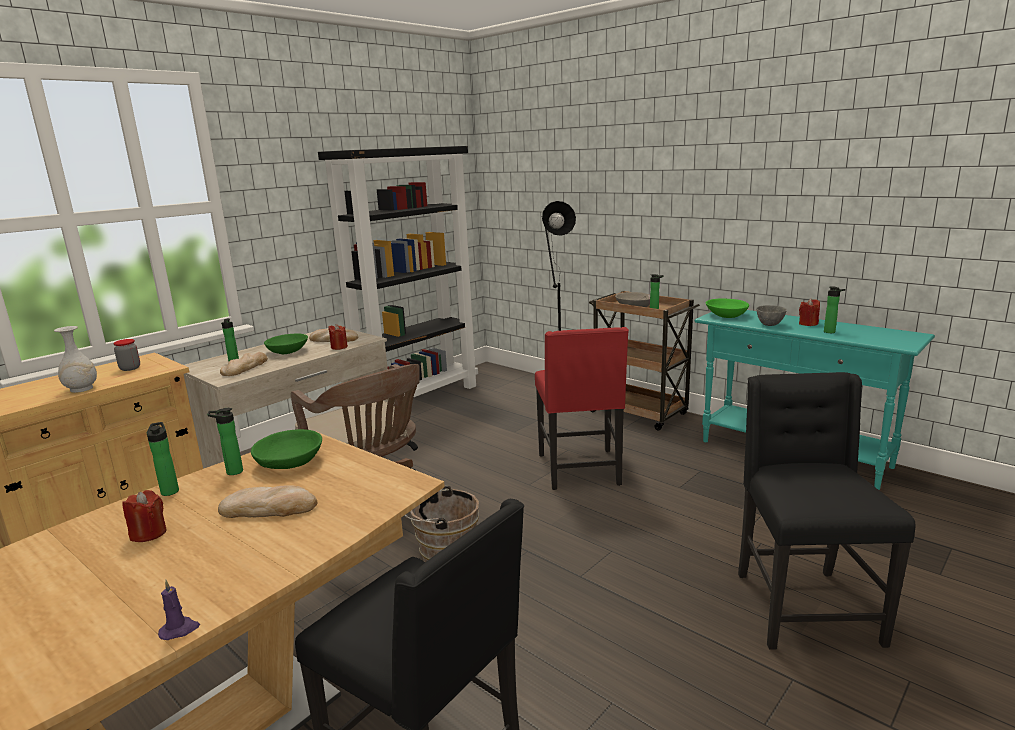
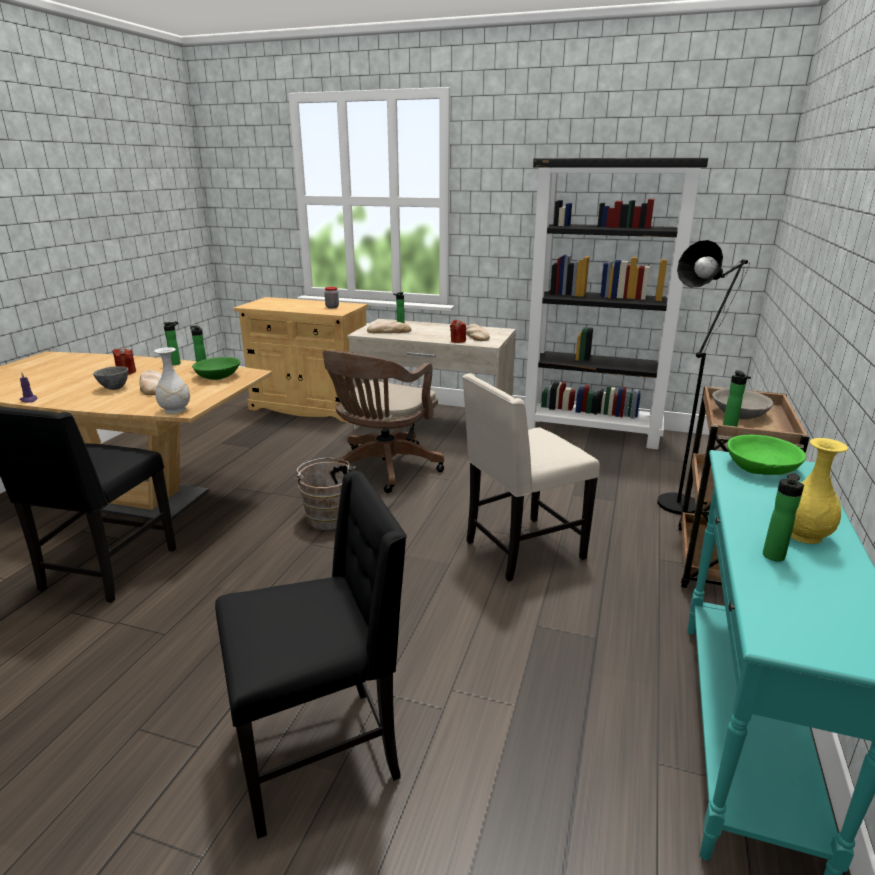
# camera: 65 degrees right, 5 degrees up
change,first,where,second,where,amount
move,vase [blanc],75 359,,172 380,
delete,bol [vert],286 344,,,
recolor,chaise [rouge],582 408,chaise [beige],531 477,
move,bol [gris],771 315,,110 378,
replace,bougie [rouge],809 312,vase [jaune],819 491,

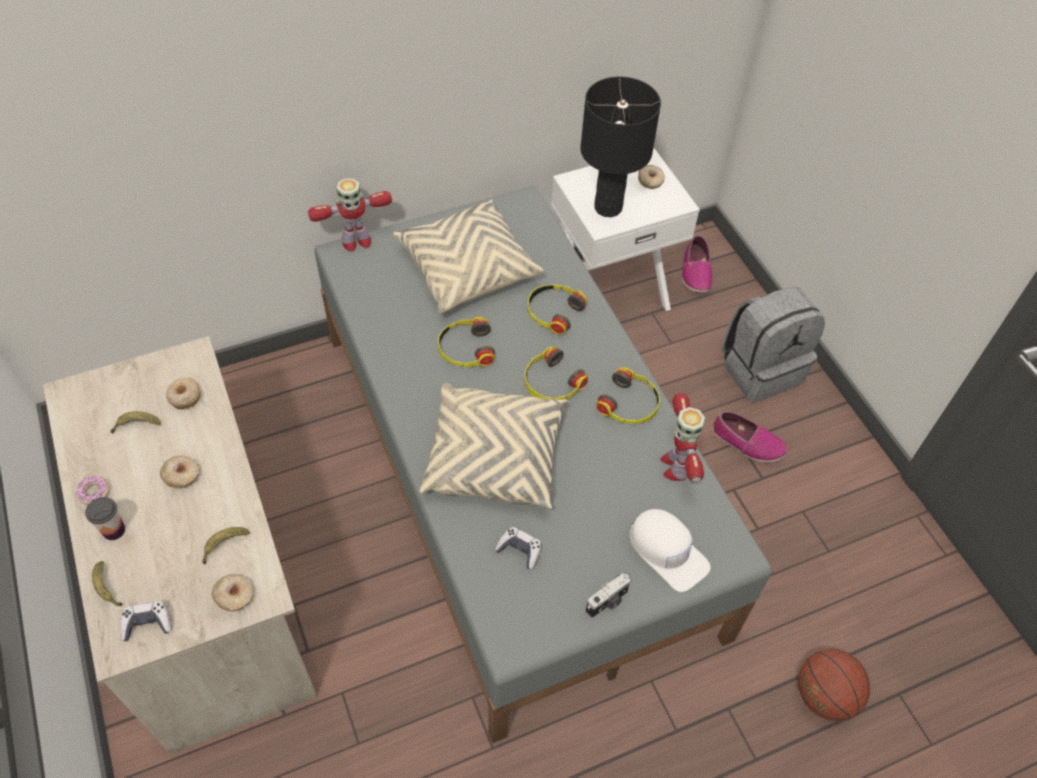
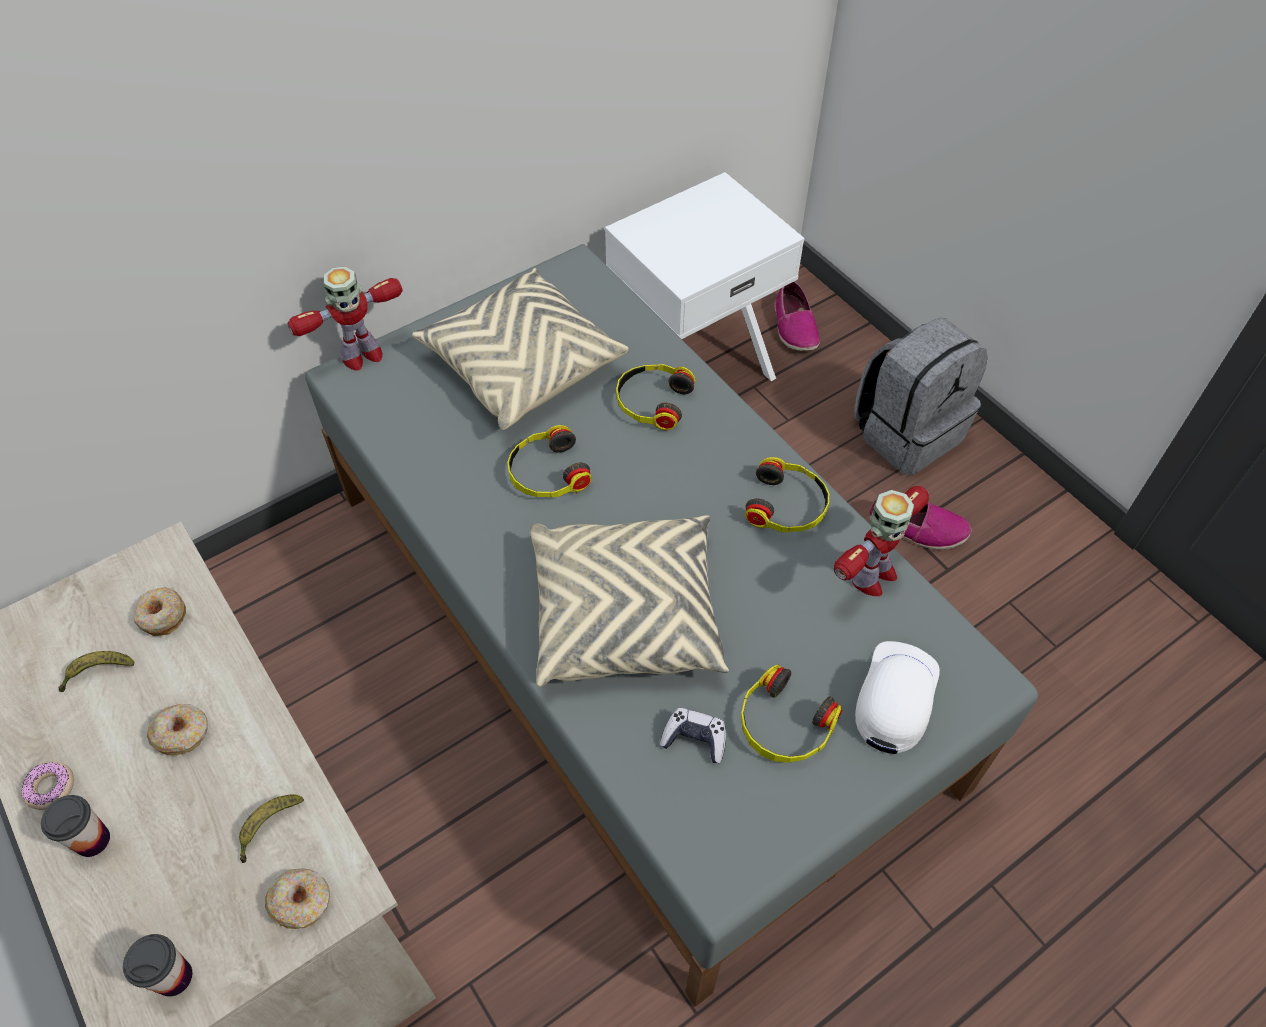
# camera: 10 degrees left, 0 degrees up
change,first,where,second,where,amount
delete,banane,107 583,,,
replace,manette,146 621,tasse,158 965,
move,casque audio,556 372,,791 714,
delete,lampe de table [noir],620 147,,,
delete,appareil photo,608 595,,,
rotate,casquette [blanc],670 550,,897 697,105 degrees counterclockwise
delete,beignet,651 177,,,
rotate,robot jouet,682 437,,881 541,120 degrees counterclockwise
delete,ballon de basket,834 685,,,

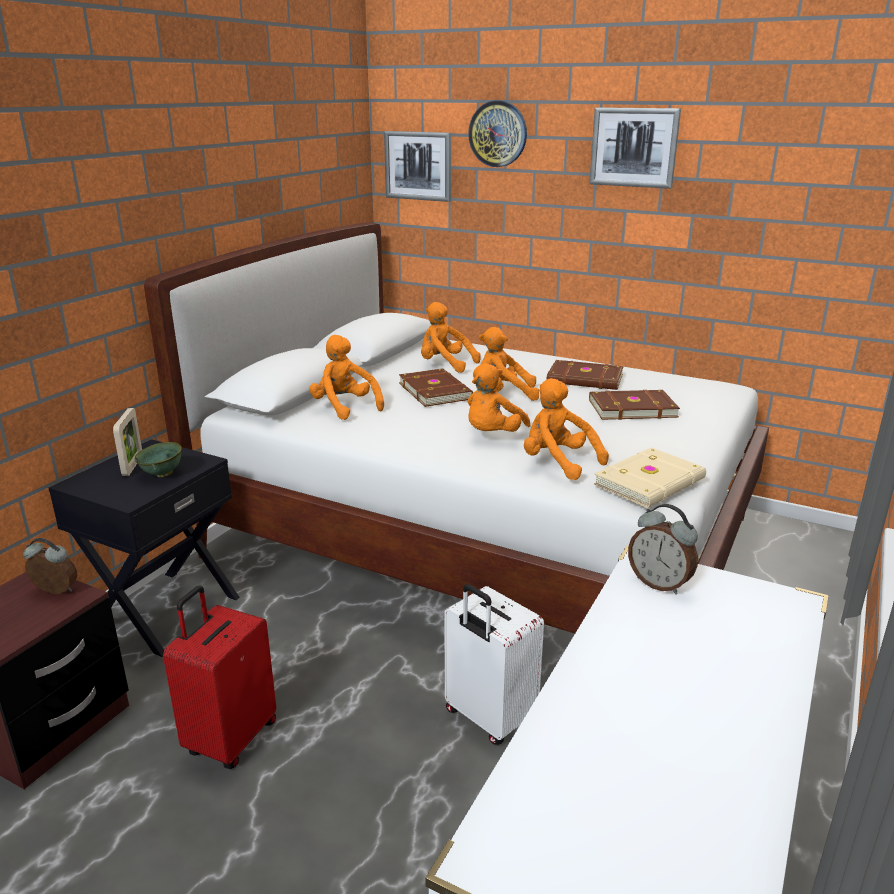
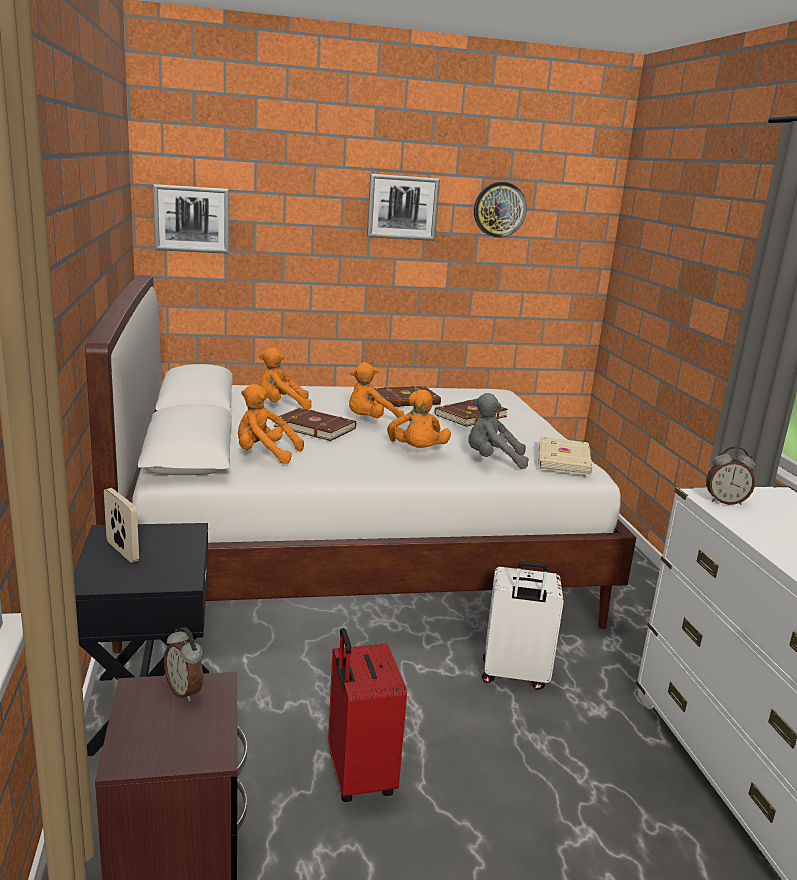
# camera: 40 degrees left, 5 degrees down
change,first,where,second,where,amount
rotate,réveil,50 566,,183 664,105 degrees counterclockwise
delete,bol [vert],158 459,,,
move,horloge murale,497 133,,500 210,
recolor,peluche [orange],566 429,peluche [gris],498 431,

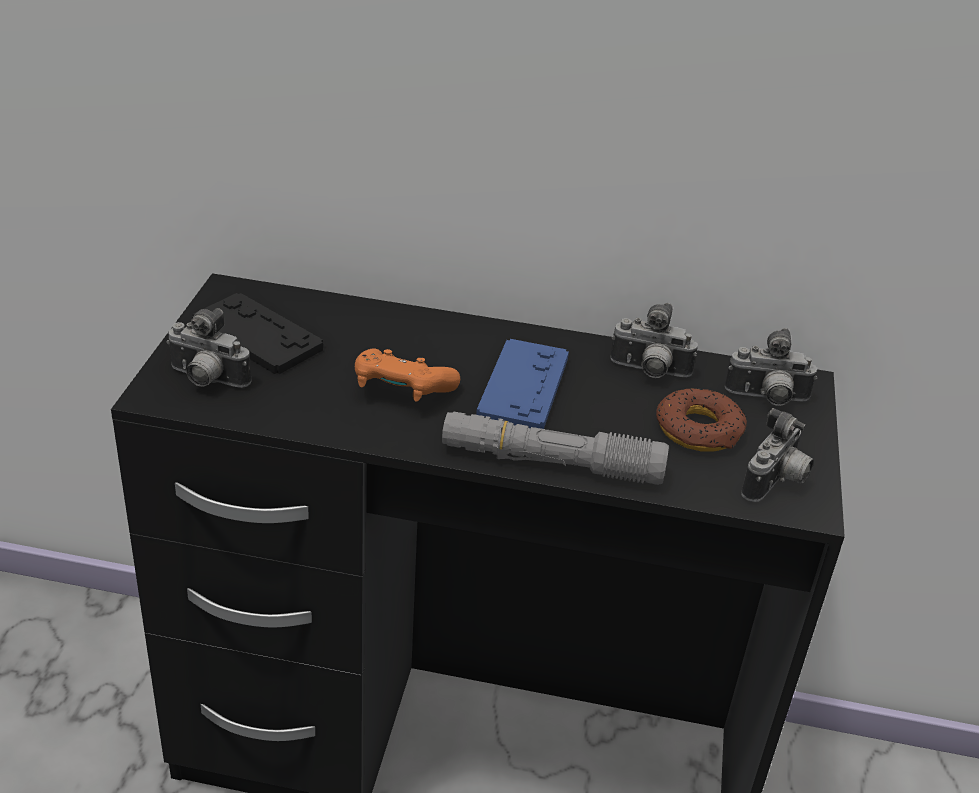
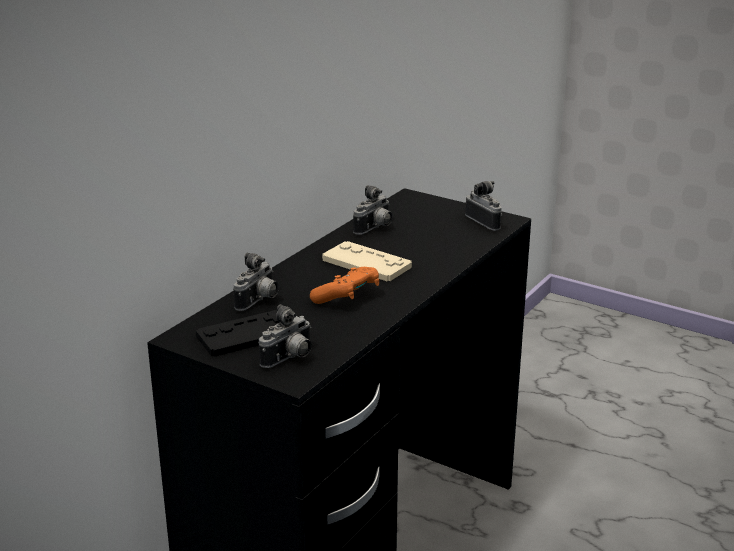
# camera: 65 degrees left, 10 degrees down
change,first,where,second,where,amount
delete,lampe de poche [gris],555 448,,,
recolor,manette [bleu],522 384,manette [beige],367 261,
delete,beignet,701 420,,,
move,appareil photo,771 367,,256 282,

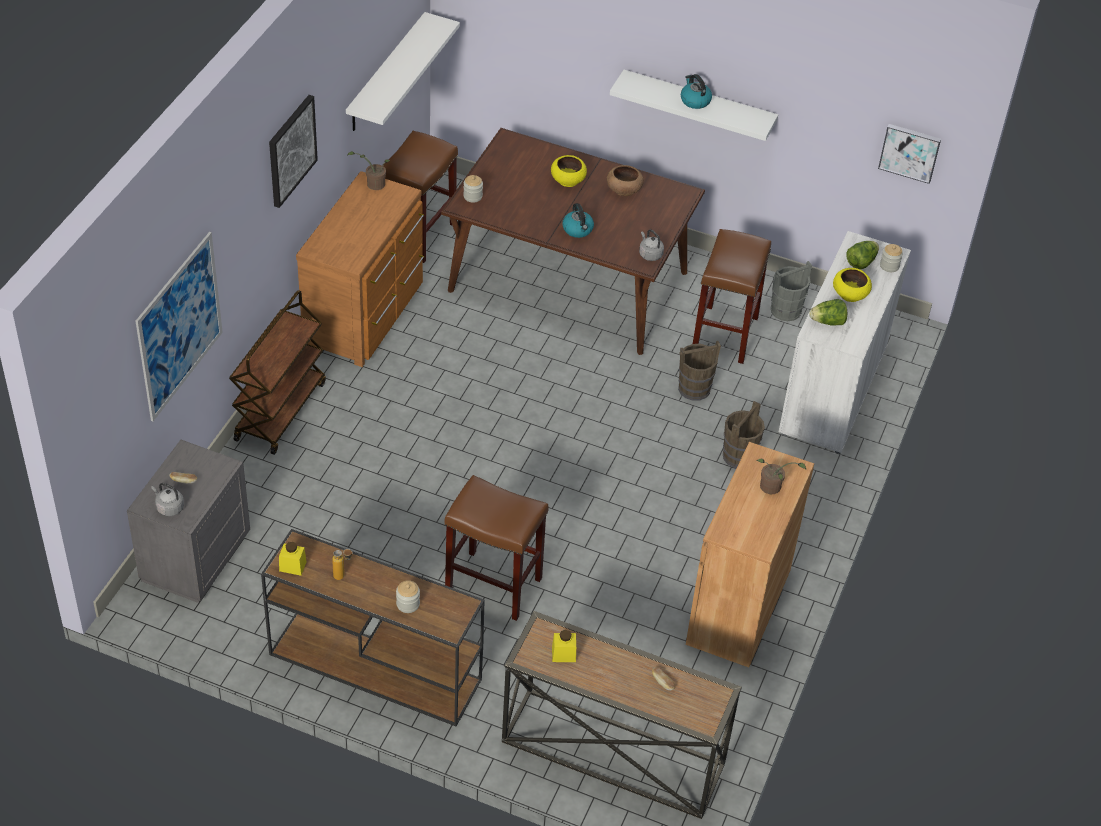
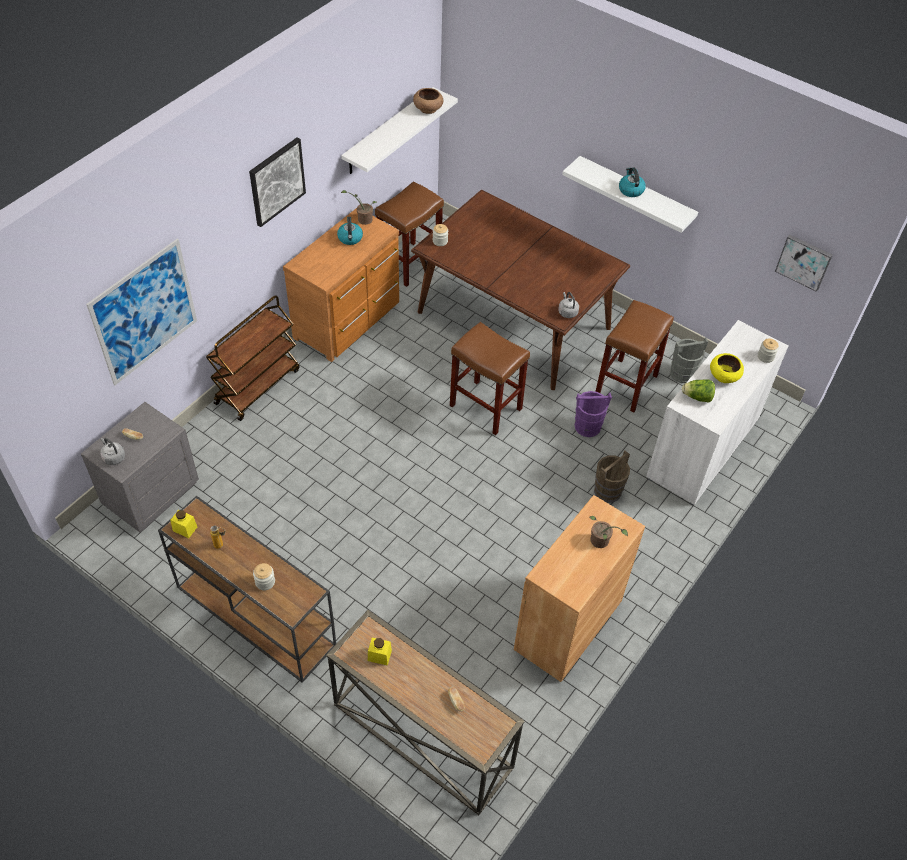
# camera: 15 degrees right, 5 degrees up
change,first,where,second,where,amount
move,tabouret [marron],497 548,,490 378,
delete,bol [jaune],569 171,,,
move,bouilloire,578 220,,350 231,
move,bol [marron],625 180,,428 101,
recolor,seau [marron],699 371,seau [violet],593 414,
delete,laitue,862 255,,,

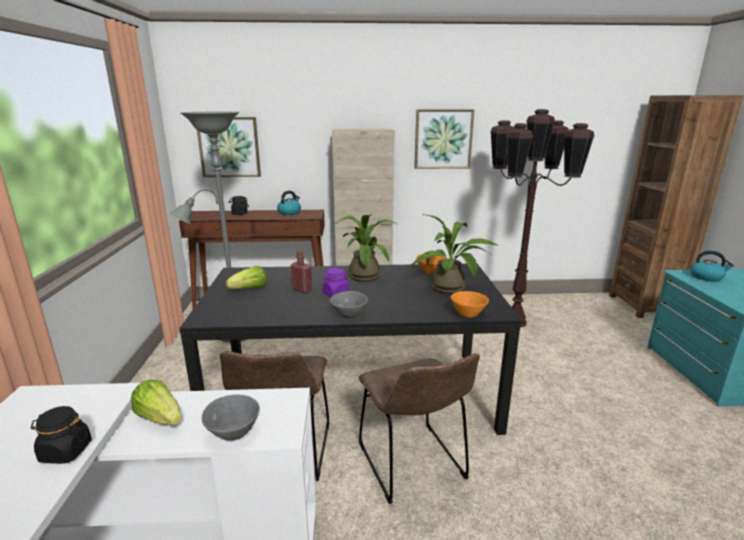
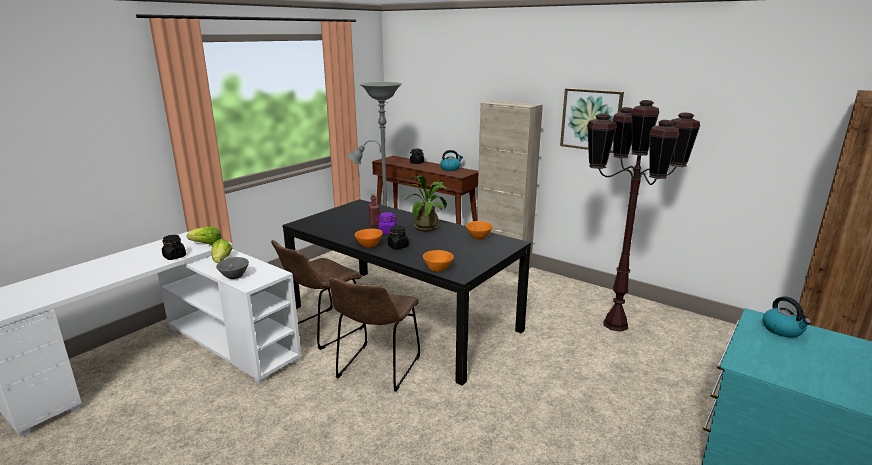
# camera: 40 degrees right, 0 degrees up
change,first,where,second,where,amount
delete,tableau,229 147,,,
move,laitue,246 277,,204 236,
recolor,bol [gris],349 304,bol [orange],369 238,
delete,plante en pot,455 254,,,
insert,,,bocal [noir],398 237,

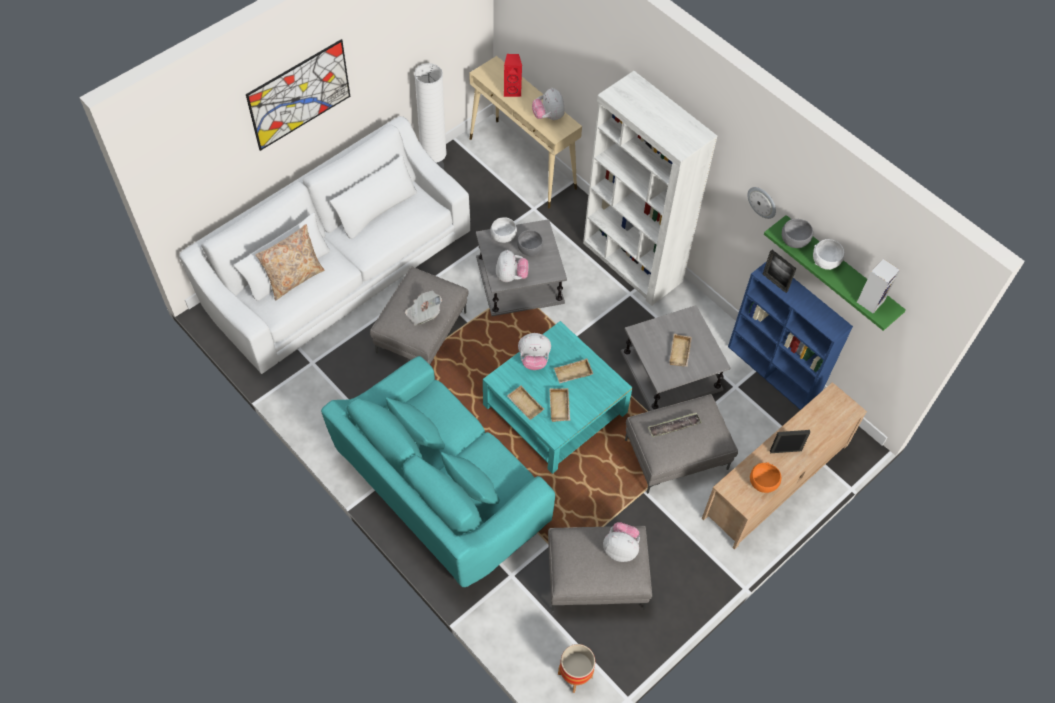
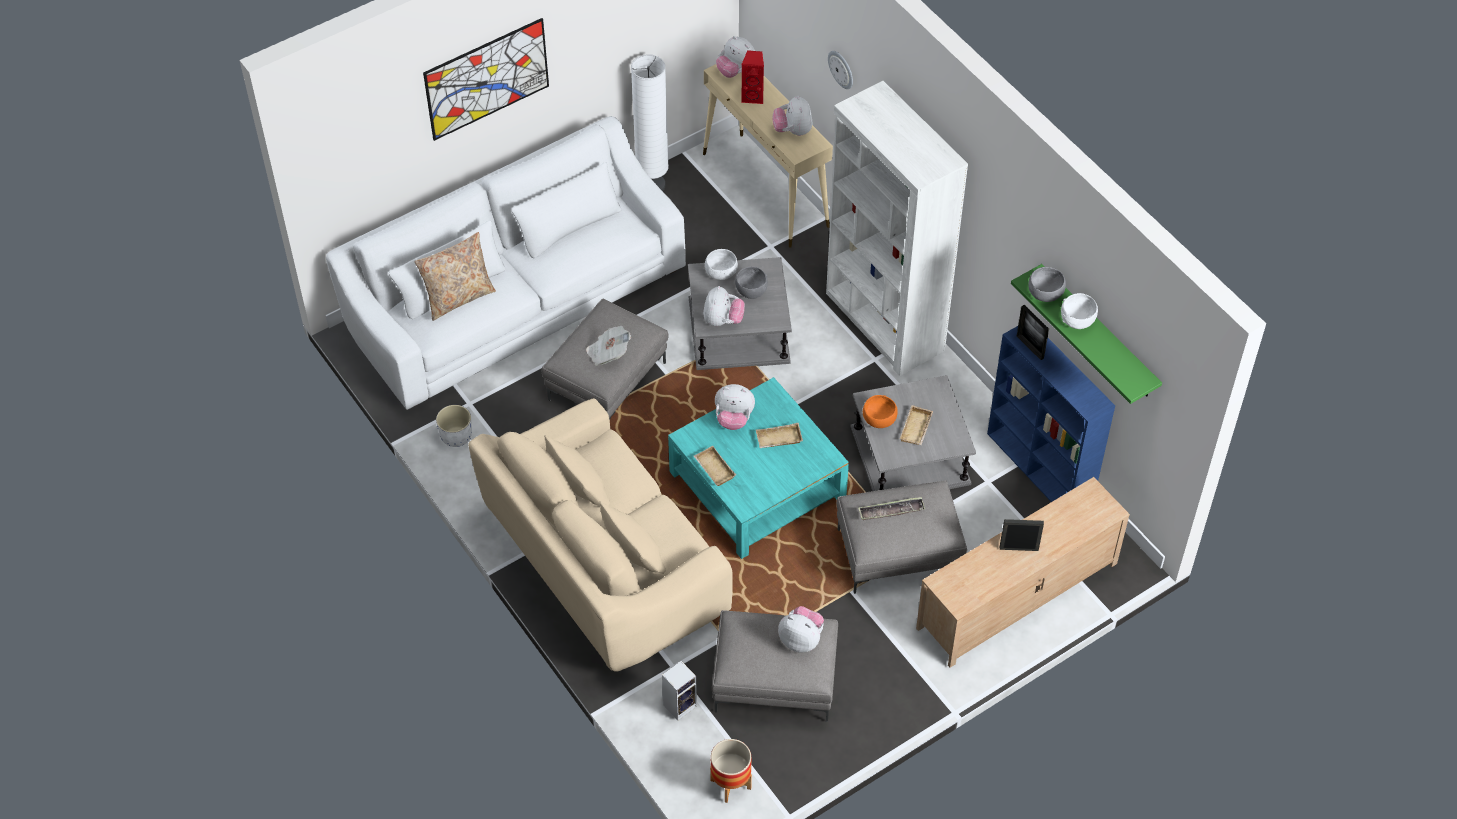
# camera: 10 degrees right, 5 degrees down
change,first,where,second,where,amount
recolor,canapé [turquoise],438 471,canapé [beige],600 535,
delete,plateau [beige],560 405,,,
move,horloge murale,761 203,,840 70,
move,bol [orange],765 477,,880 411,
move,enceinte,878 286,,679 690,
insert,,,cache-pot [blanc],454 426,
insert,,,peluche,735 57,

